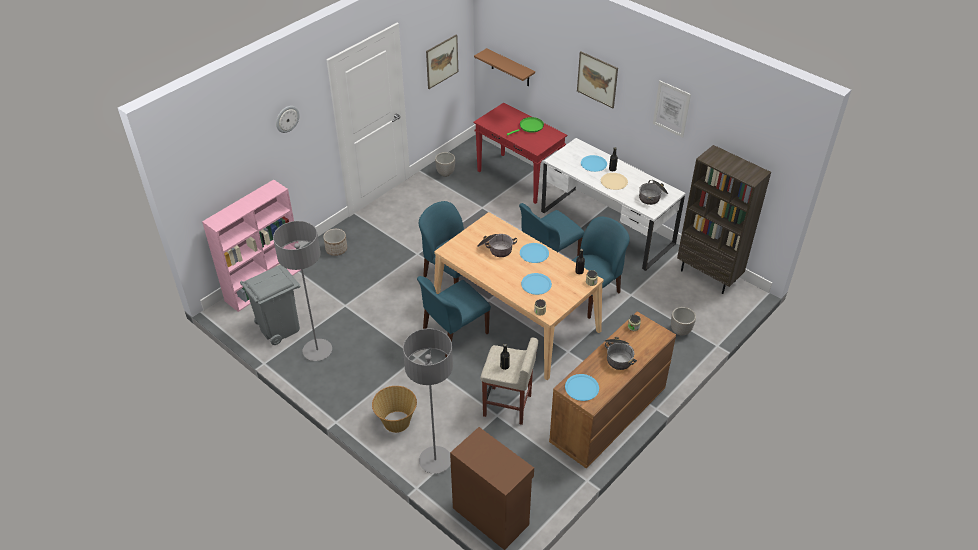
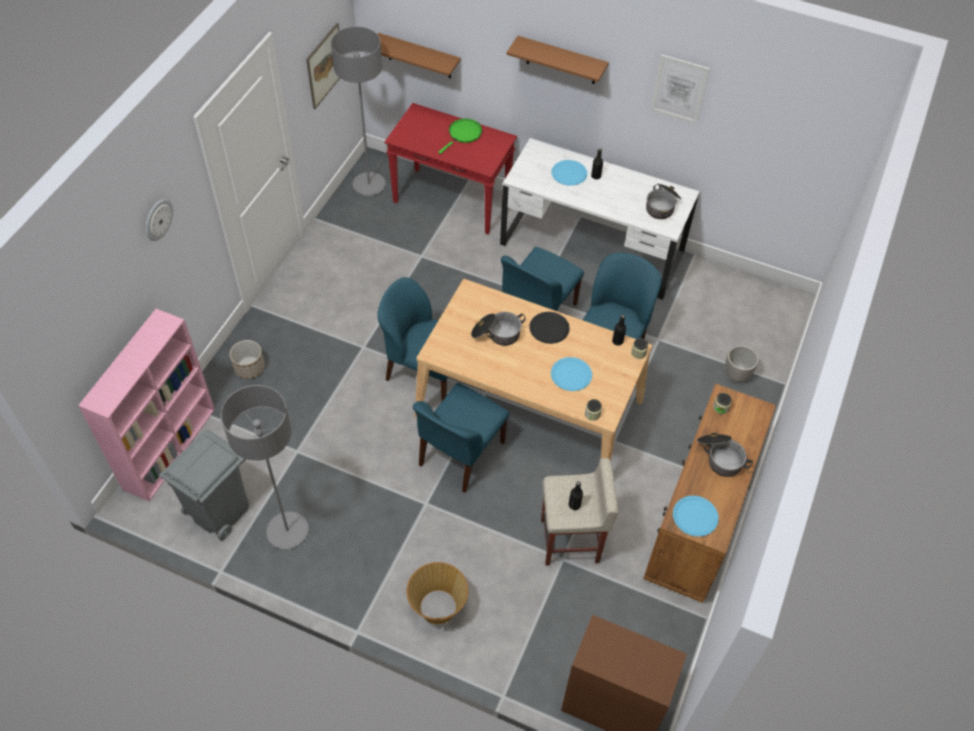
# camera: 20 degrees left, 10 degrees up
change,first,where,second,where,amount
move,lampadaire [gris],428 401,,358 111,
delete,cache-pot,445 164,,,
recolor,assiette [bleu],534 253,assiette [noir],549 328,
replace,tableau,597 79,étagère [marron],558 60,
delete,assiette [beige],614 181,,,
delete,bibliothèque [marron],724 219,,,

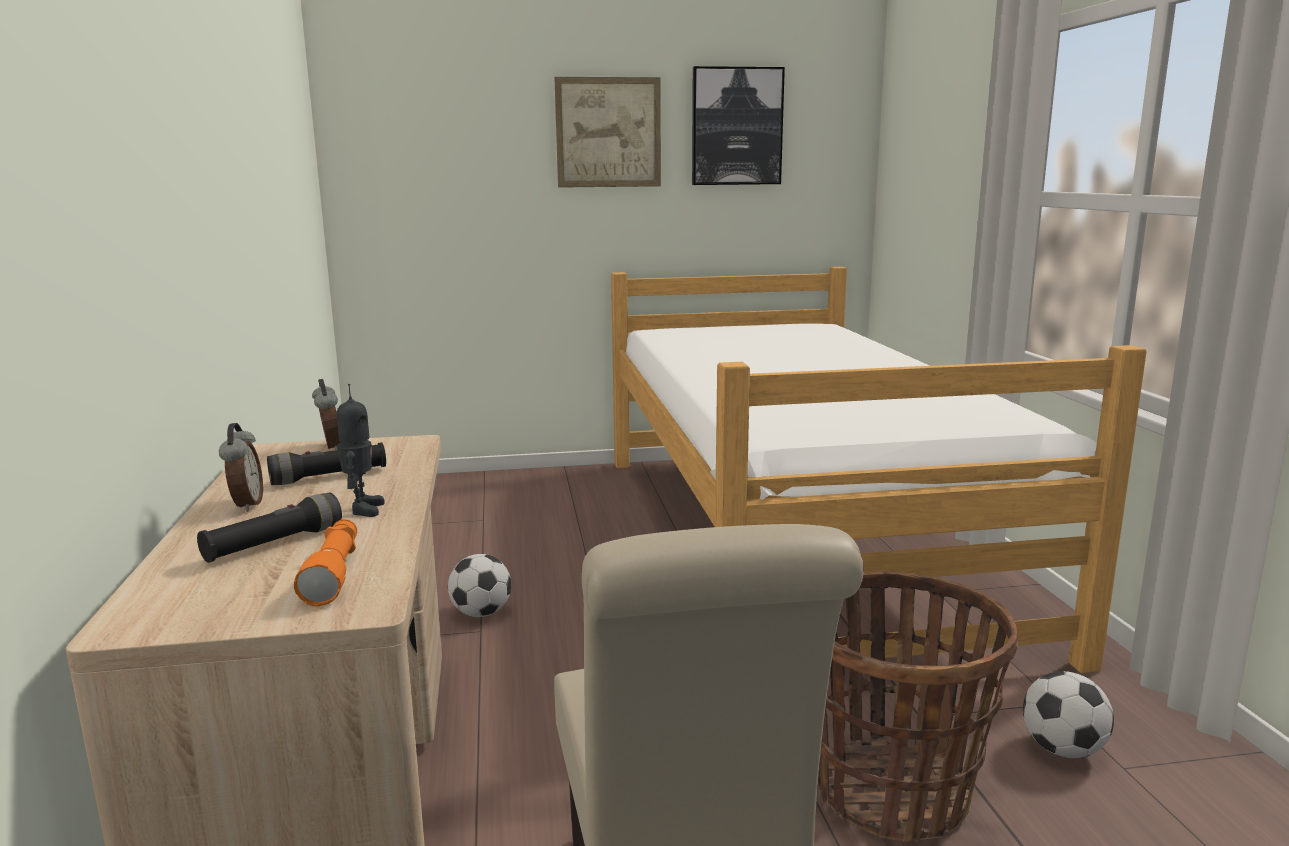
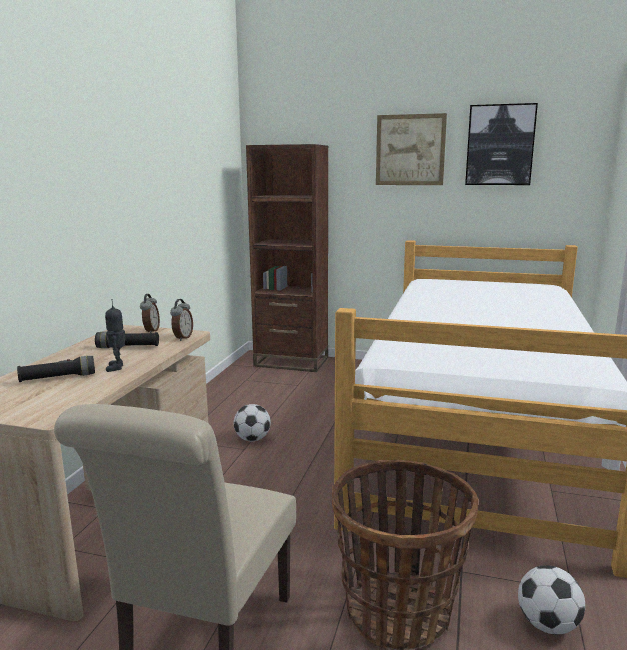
# camera: 25 degrees right, 0 degrees up
change,first,where,second,where,amount
move,réveil,241 467,,181 320,
delete,lampe de poche [orange],325 562,,,
rotate,robot jouet,361 450,,115 335,150 degrees clockwise
insert,,,bibliothèque [marron],287 258,

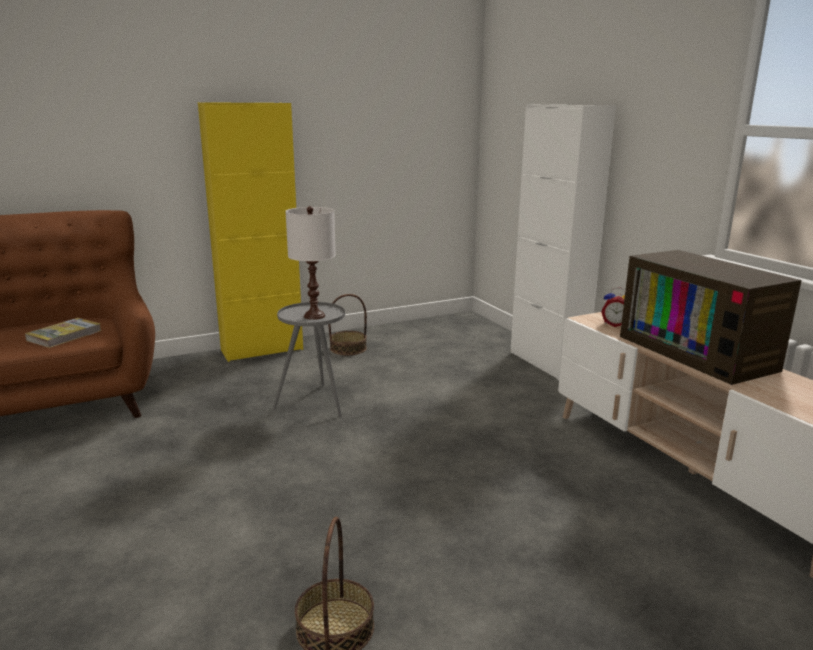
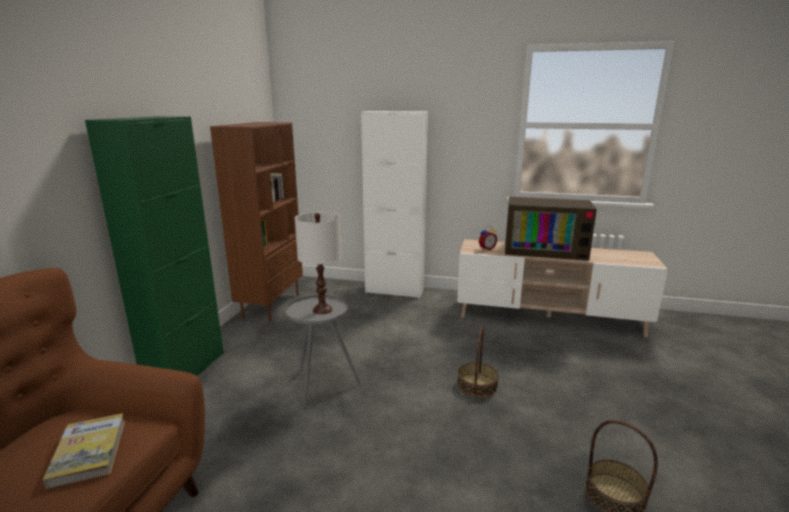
# camera: 50 degrees left, 0 degrees up
change,first,where,second,where,amount
recolor,meuble de rangement [jaune],250 232,meuble de rangement [vert],154 246,
move,panier,347 324,,478 362,
insert,,,bibliothèque [marron],256 221,

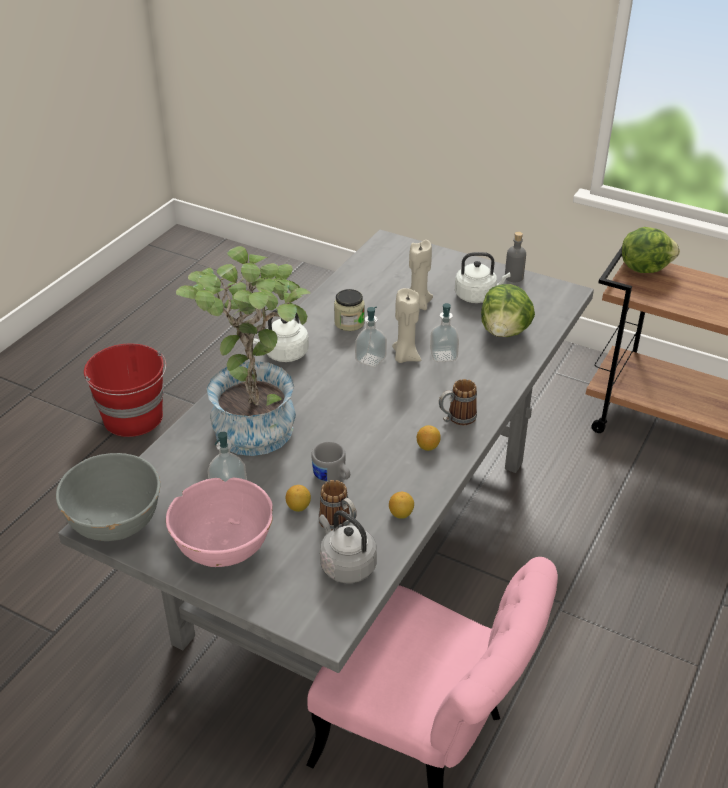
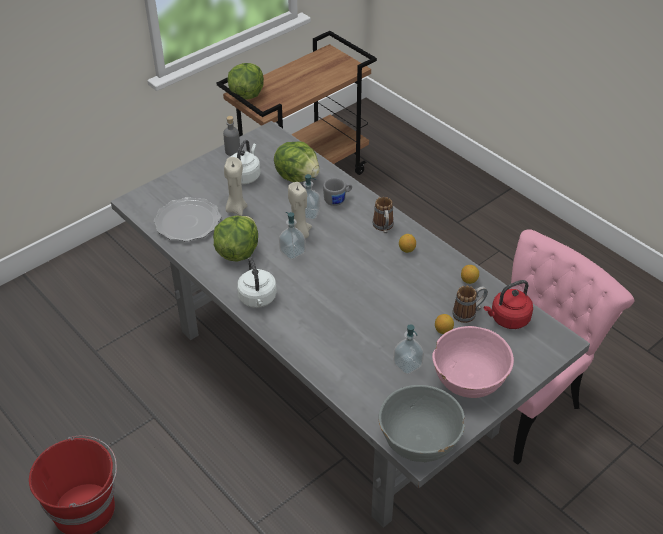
# camera: 70 degrees left, 5 degrees up
change,first,where,second,where,amount
delete,plante en pot,243 351,,,
move,mug [gris],330 462,,337 192,
recolor,bouilloire [gris],348 546,bouilloire [rouge],508 304,
replace,bocal,349 310,laitue,235 238,
insert,,,assiette,187 219,

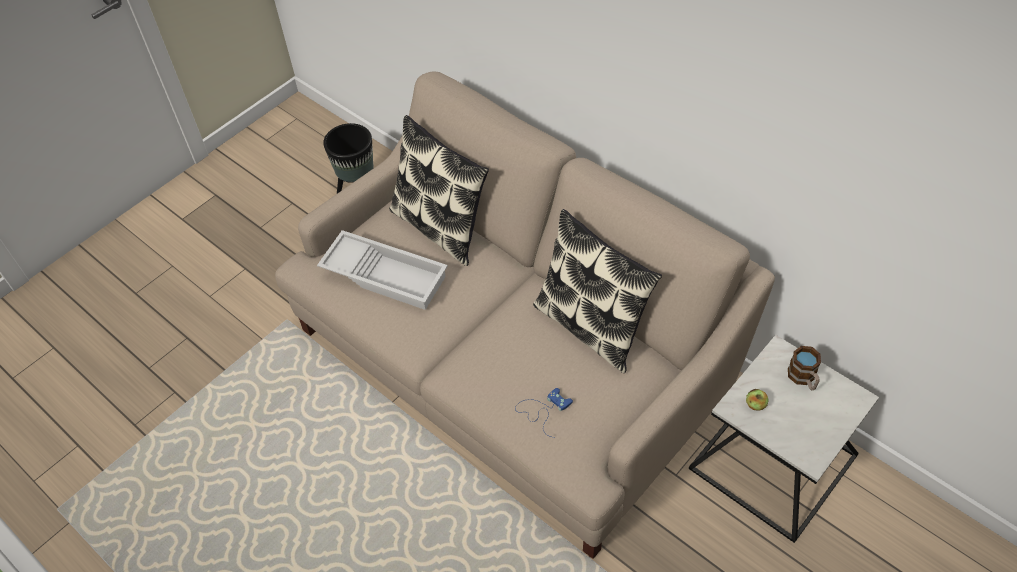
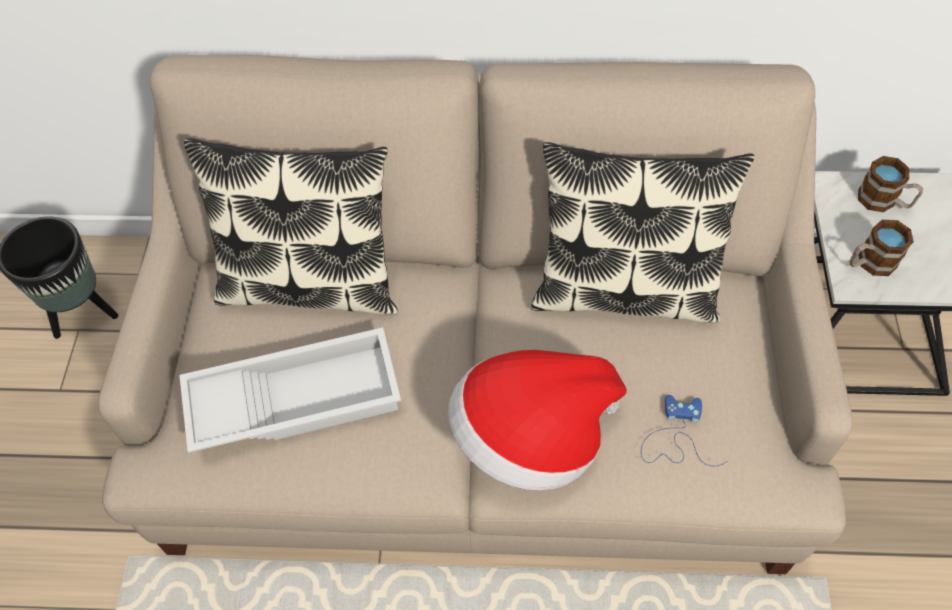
# camera: 40 degrees left, 5 degrees up
change,first,where,second,where,amount
replace,pomme,757 400,mug,881 248,
insert,,,chapeau,537 420,

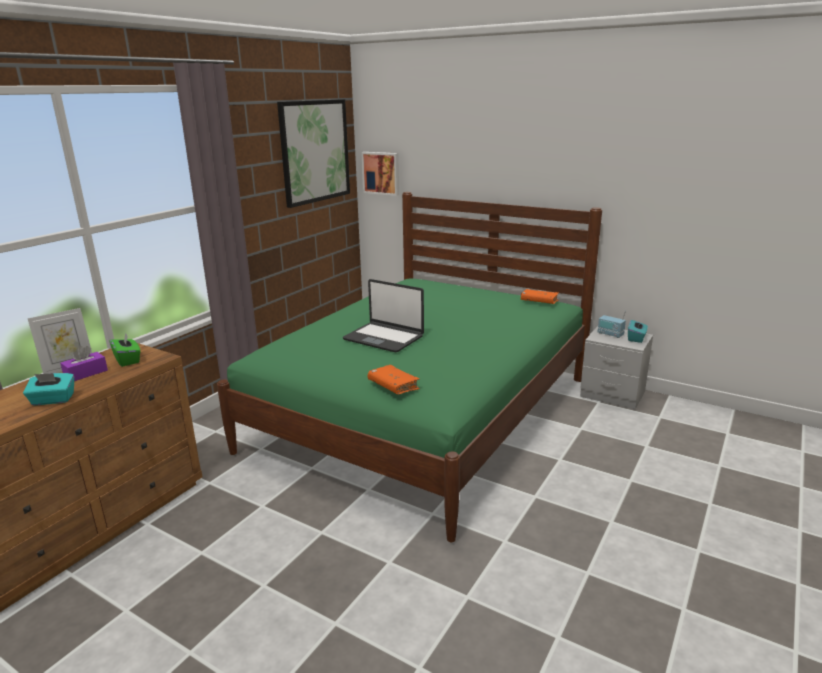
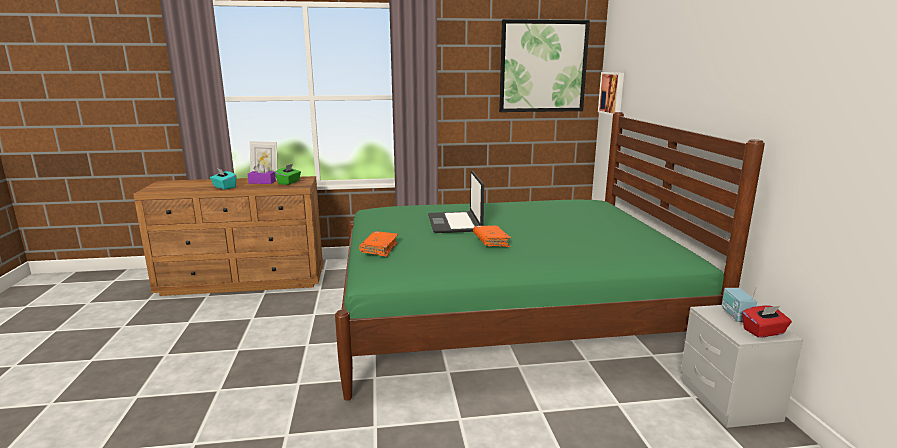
# camera: 50 degrees right, 5 degrees down
change,first,where,second,where,amount
move,livre [orange],540 296,,492 236,
recolor,boîte à mouchoirs [turquoise],638 330,boîte à mouchoirs [rouge],767 321,

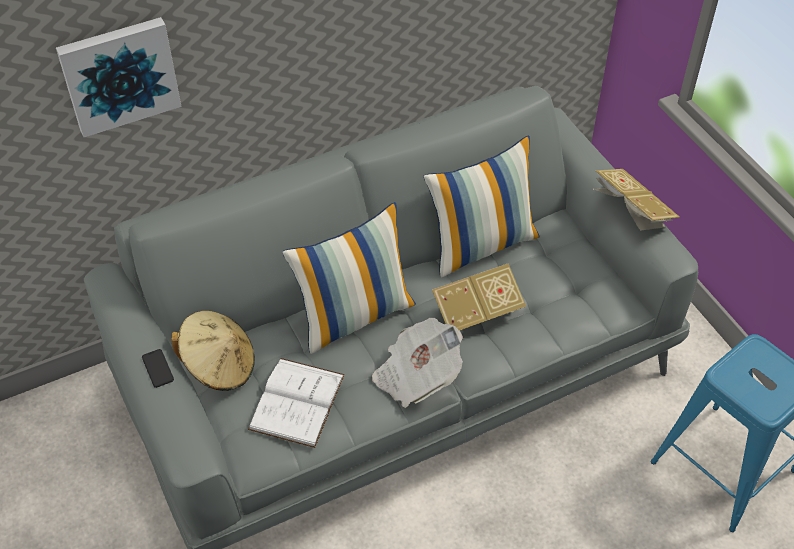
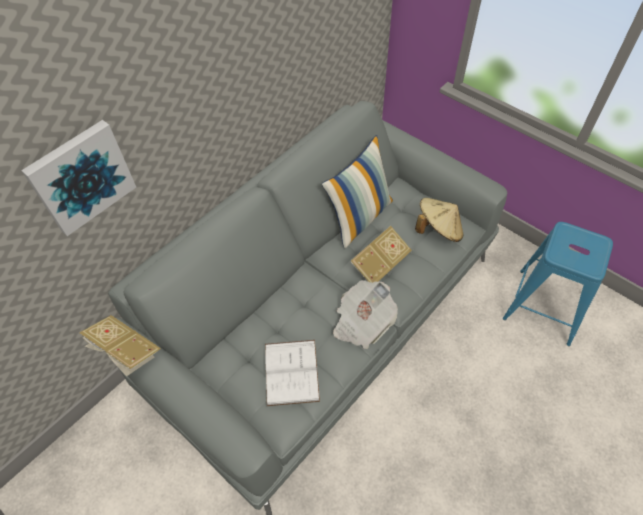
# camera: 20 degrees left, 5 degrees up
change,first,where,second,where,amount
delete,téléphone,158 368,,,
move,chapeau [beige],213 351,,439 220,
delete,coussin,349 278,,,
move,livre,637 200,,120 345,

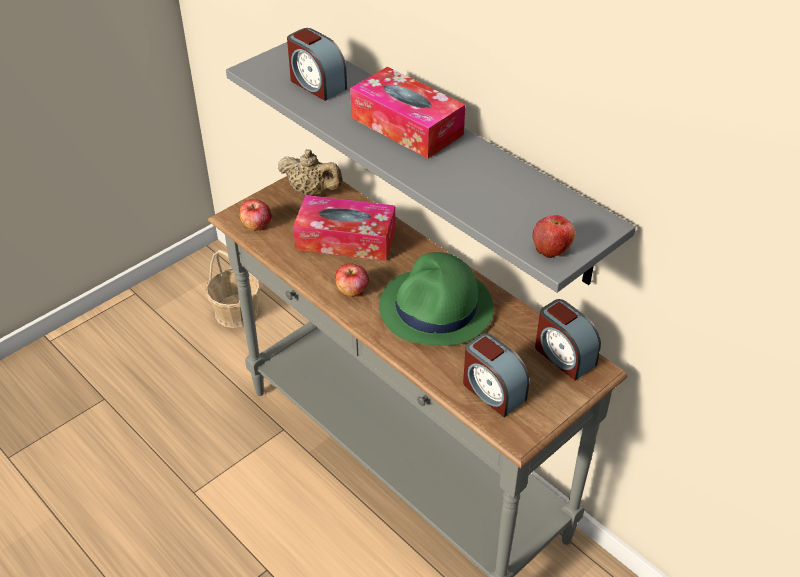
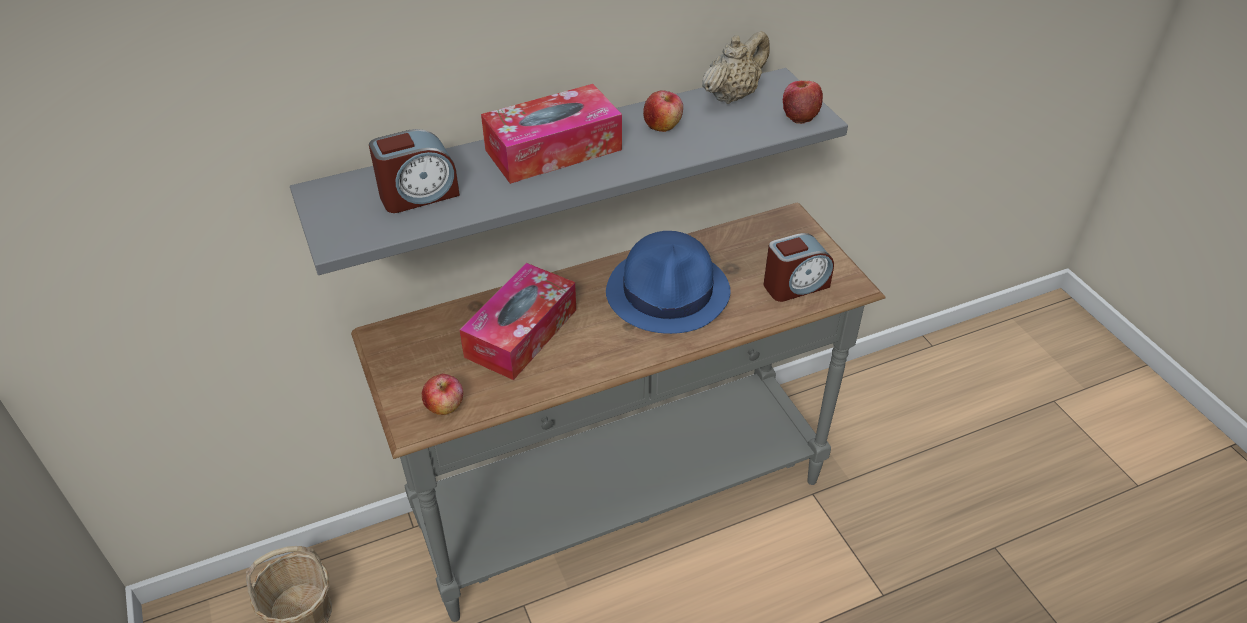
# camera: 70 degrees left, 0 degrees up
change,first,where,second,where,amount
move,théière [beige],310 172,,736 67,
move,pomme,352 280,,663 111,
recolor,chapeau [vert],436 299,chapeau [bleu],668 282,
delete,réveil,568 340,,,

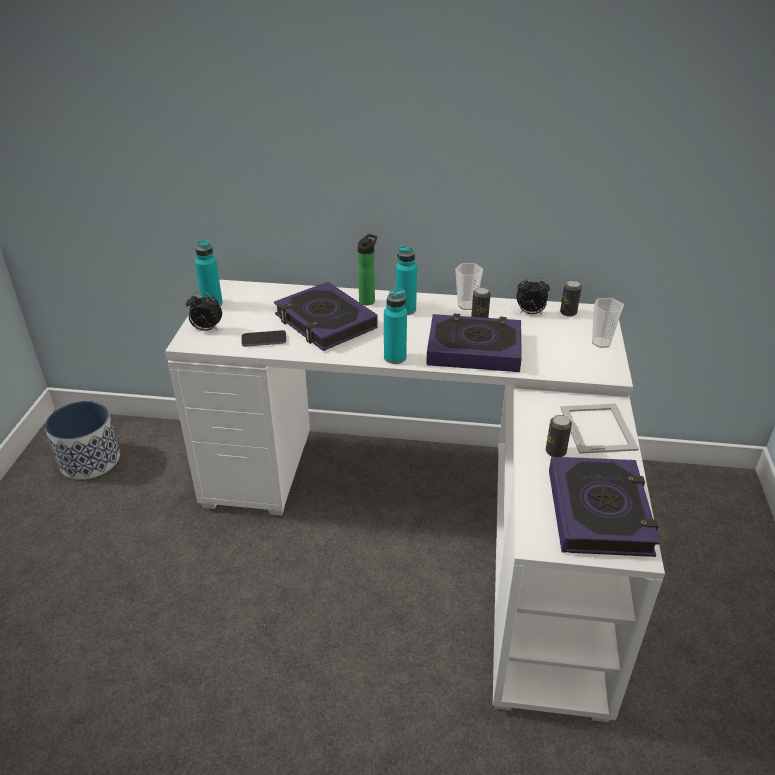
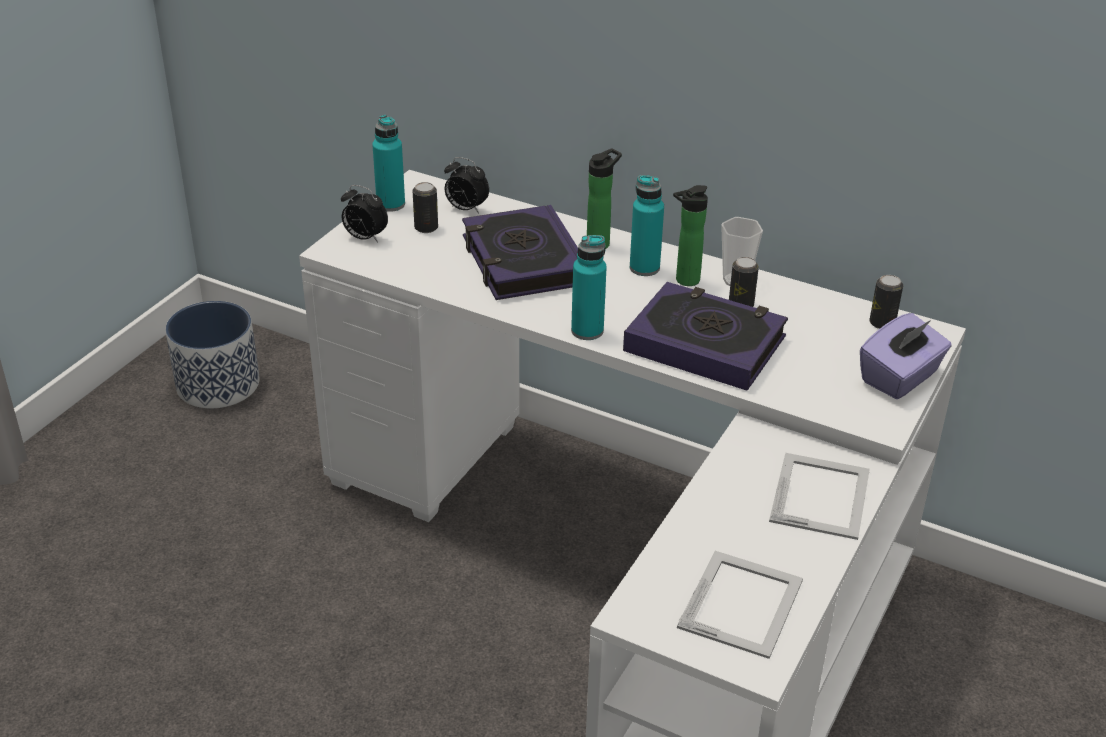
# camera: 20 degrees right, 0 degrees up
change,first,where,second,where,amount
delete,téléphone,263 338,,,
move,réveil,533 295,,466 185,
move,boîte métallique,559 436,,425 207,
replace,livre,604 507,cadre photo,740 605,
replace,tasse,608 323,boîte à mouchoirs [violet],906 356,
insert,,,bouteille,690 235,

